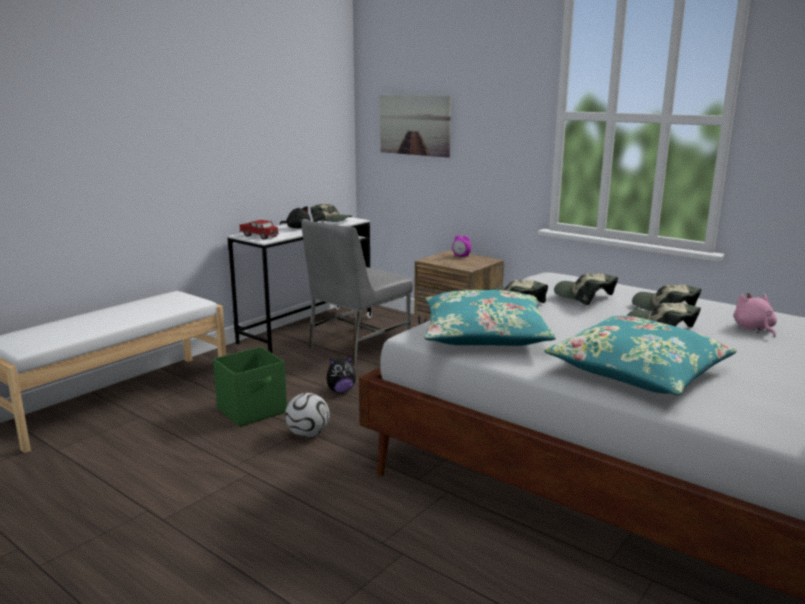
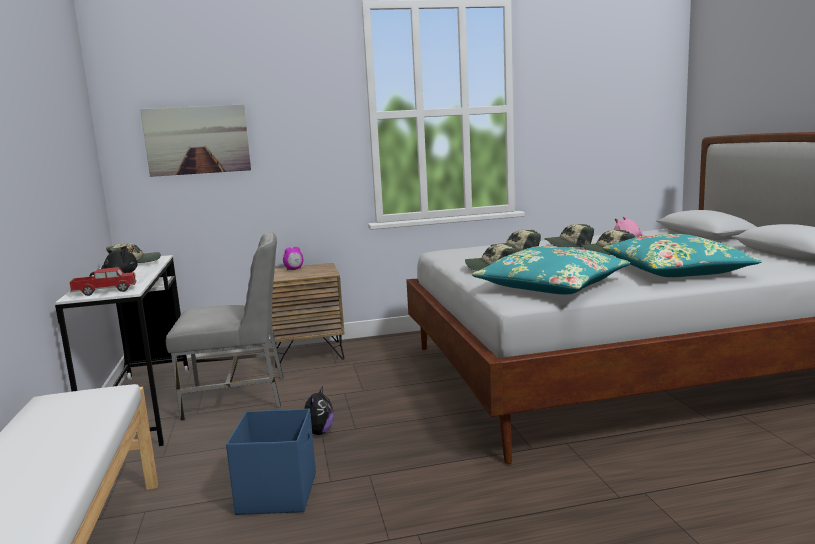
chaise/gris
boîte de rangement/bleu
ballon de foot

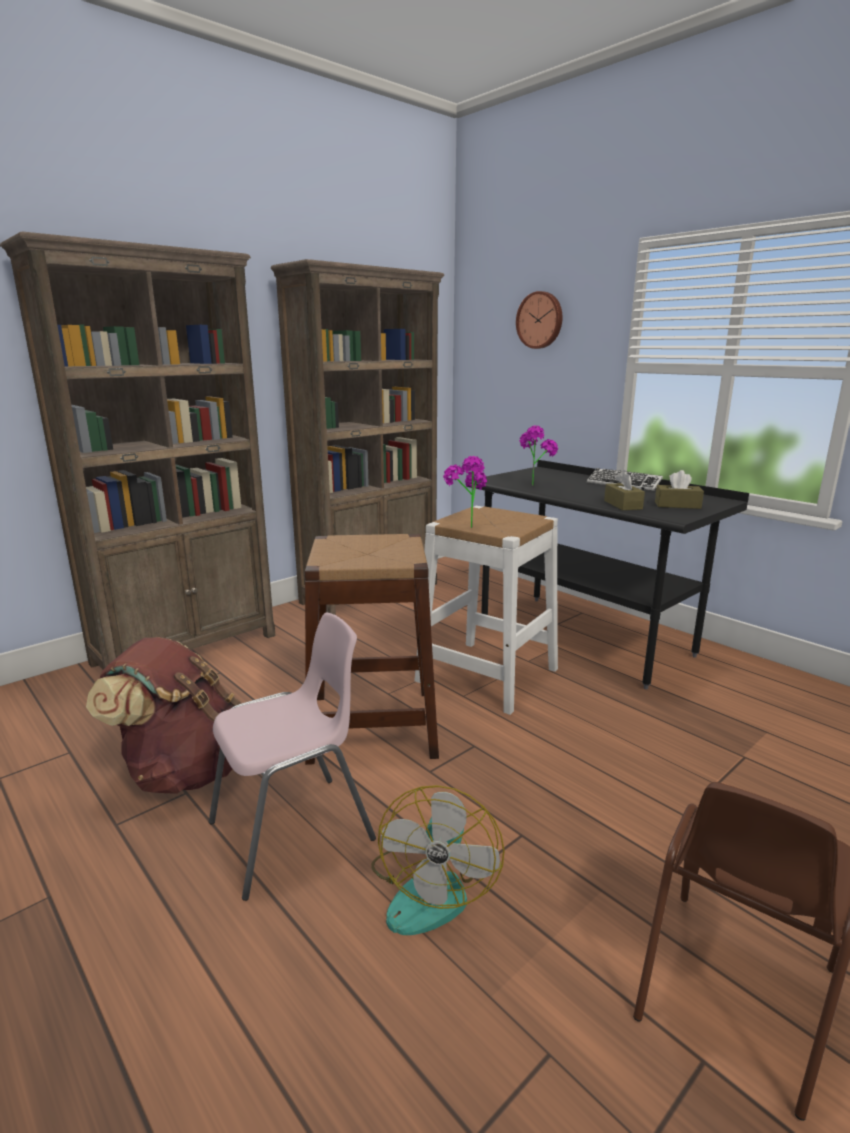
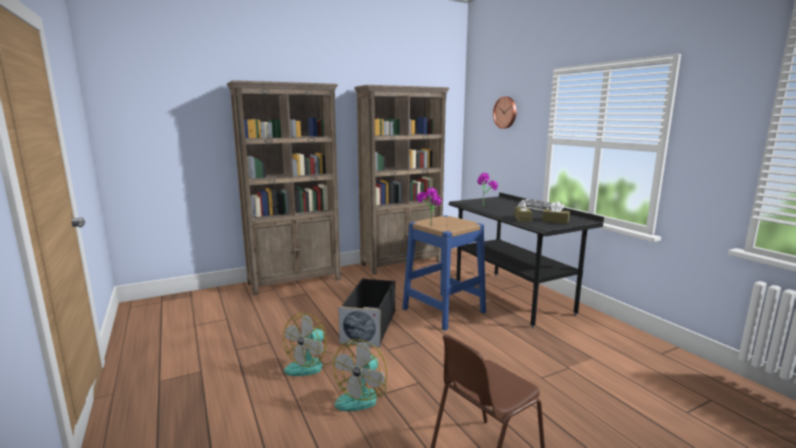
tabouret/bleu
boîte de rangement/noir
ventilateur (1st from left)
sac à dos/marron

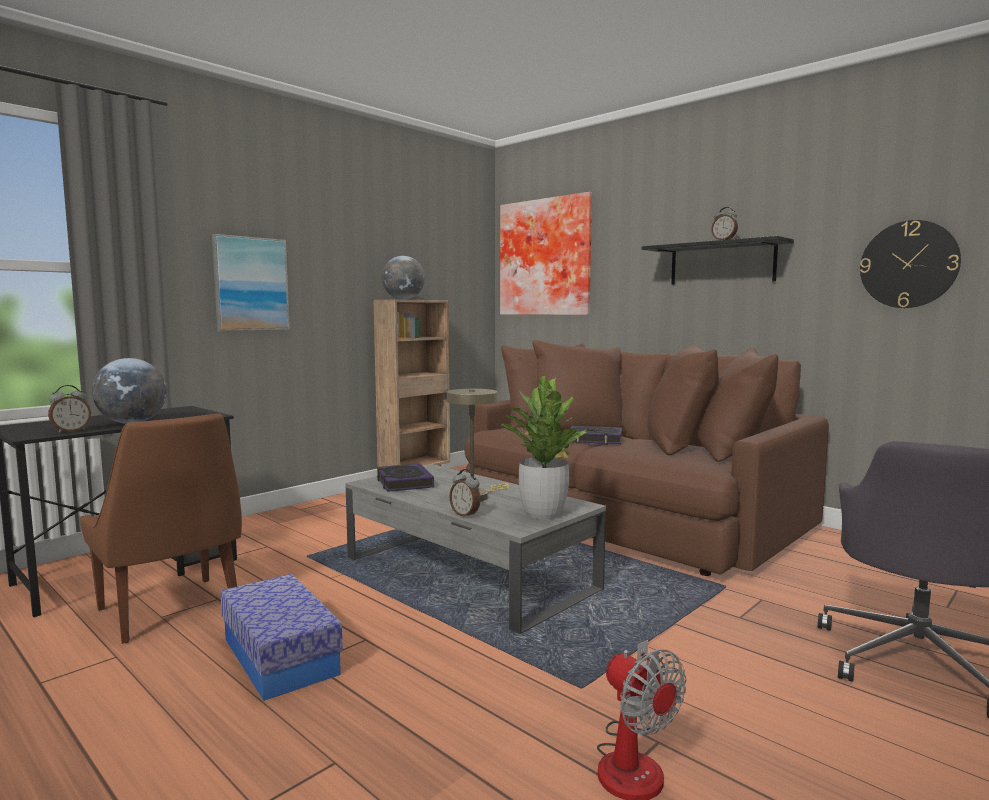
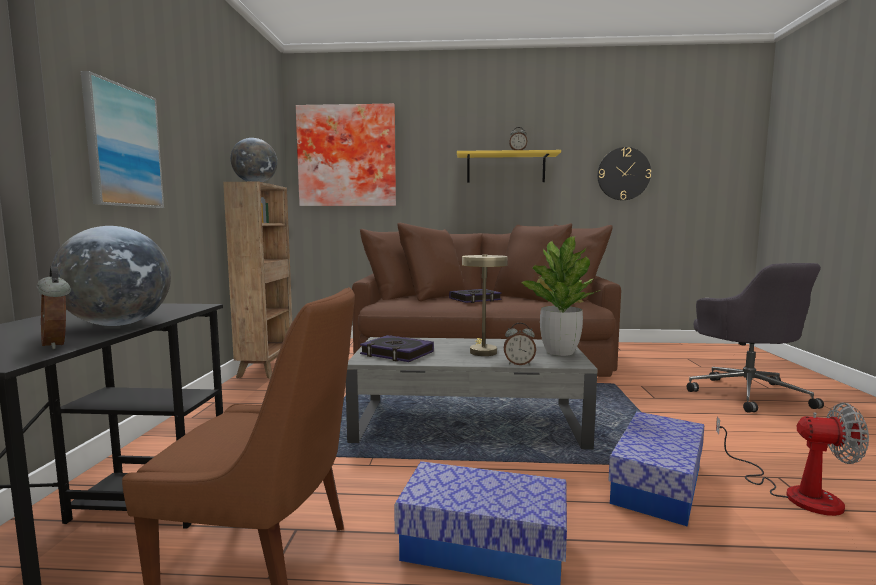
étagère/jaune
réveil (1st from left)
boîte de rangement (2nd from left)

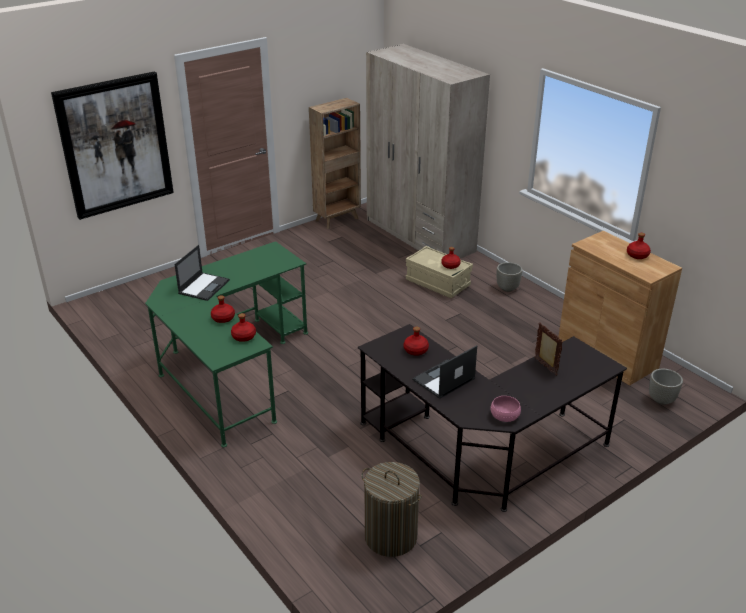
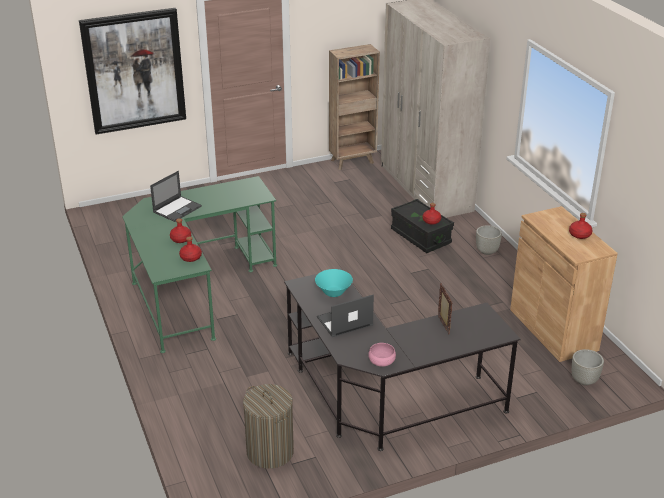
boîte de rangement/noir
bol/turquoise

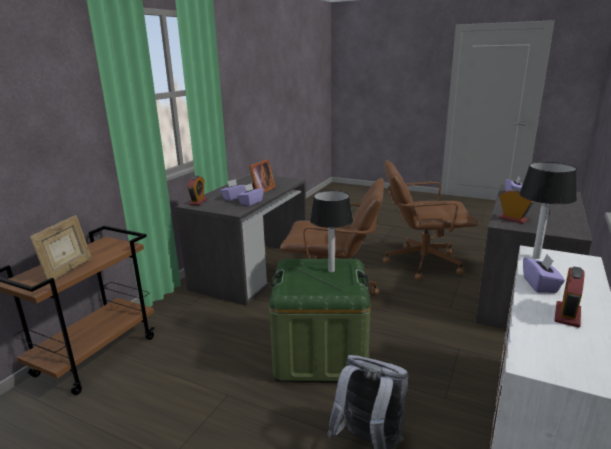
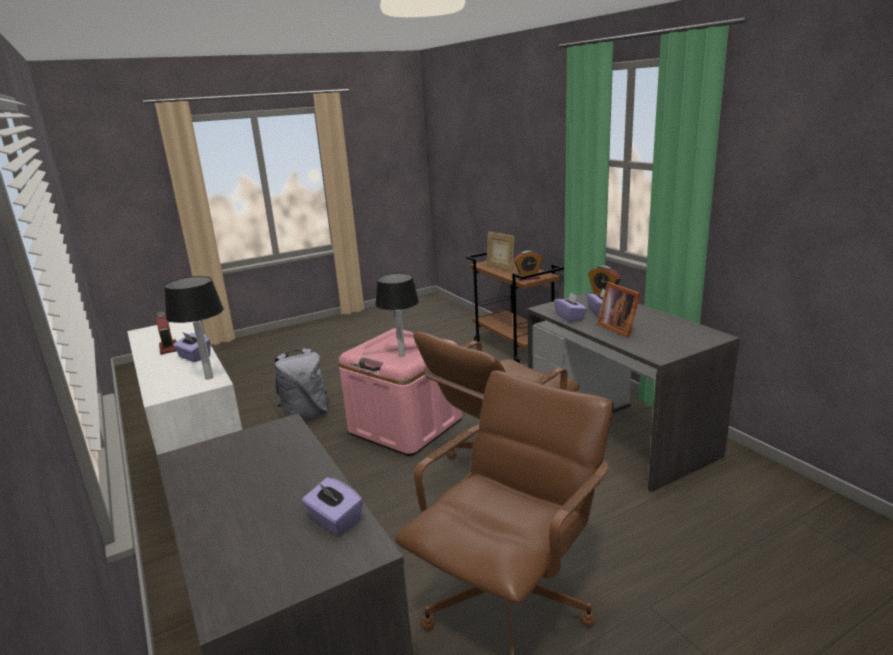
réveil (2nd from left)
boîte de rangement/rose

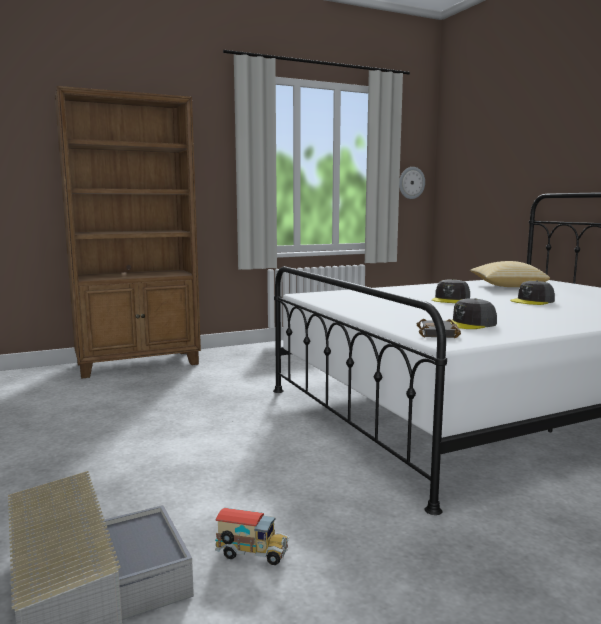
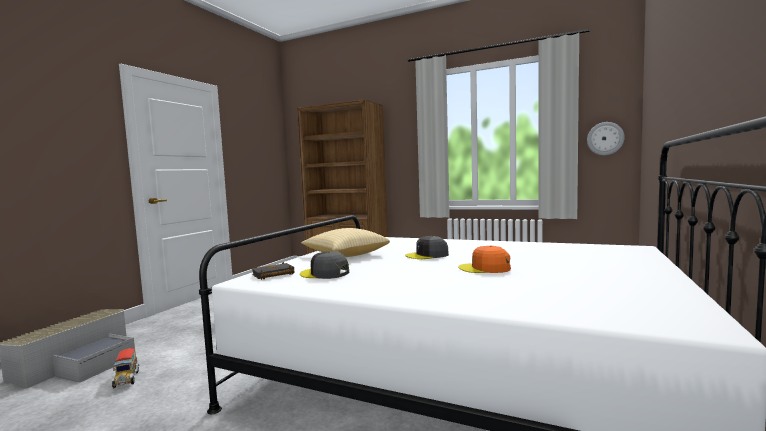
coussin
casquette/orange

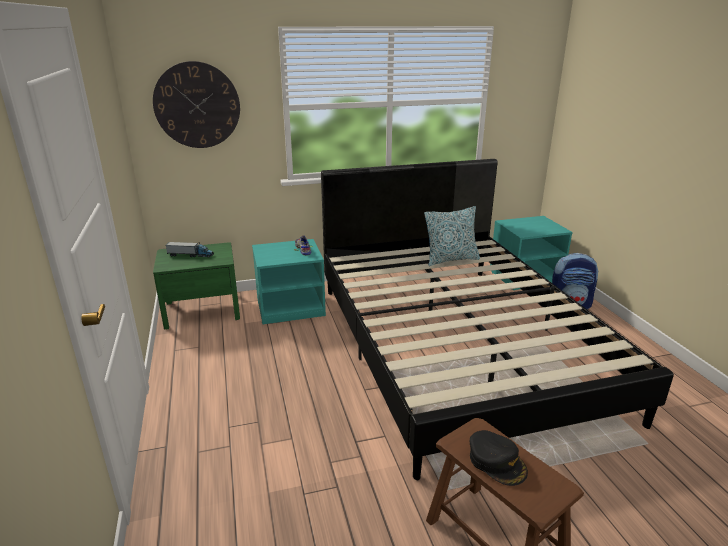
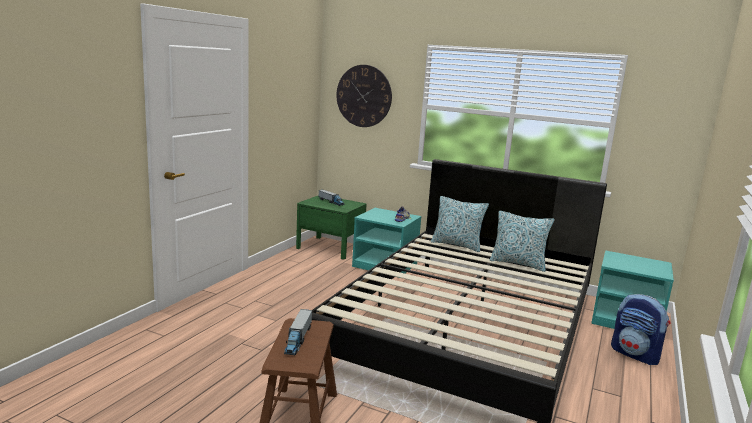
camion jouet (1st from left)
coussin (1st from left)

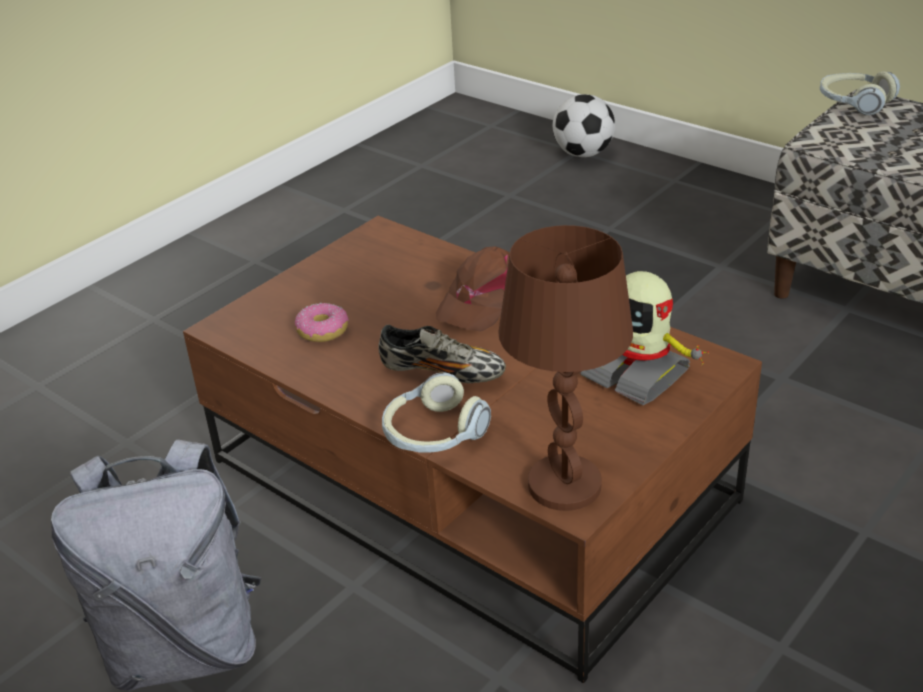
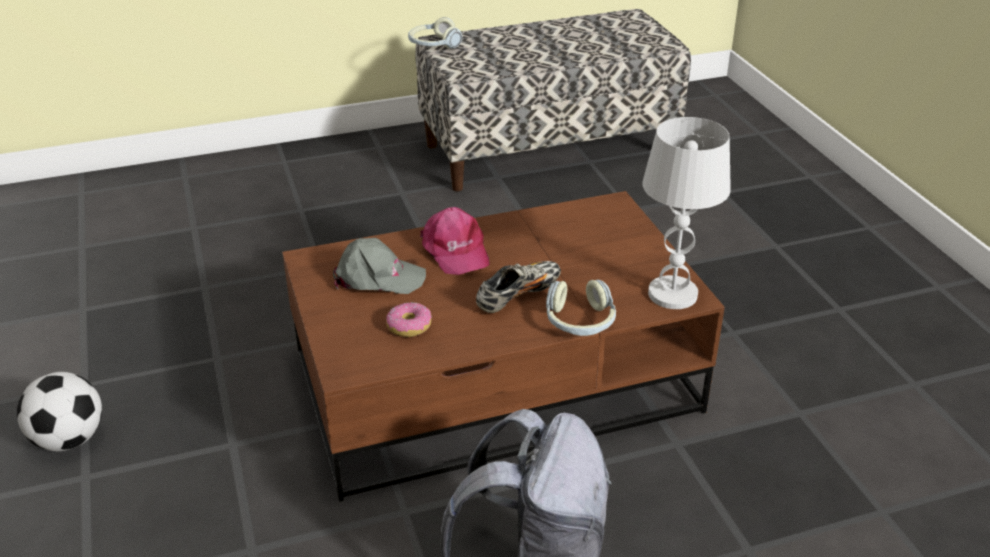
ballon de foot
lampe de table/blanc
casquette/rose
robot jouet
casquette/gris

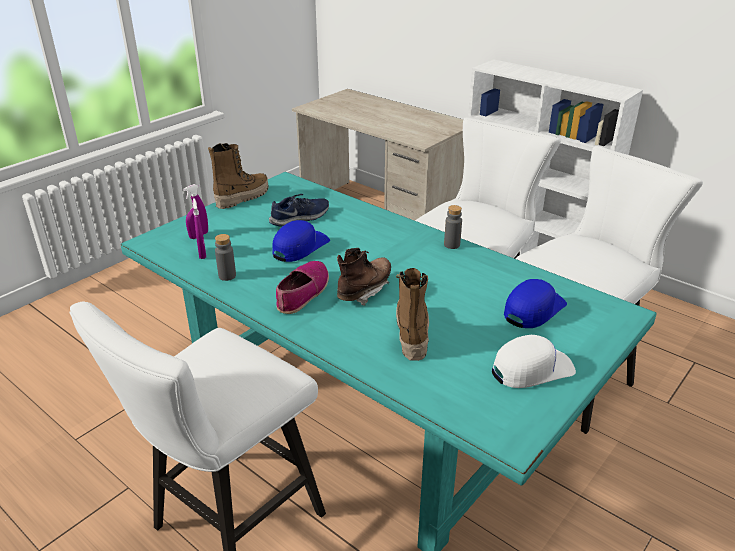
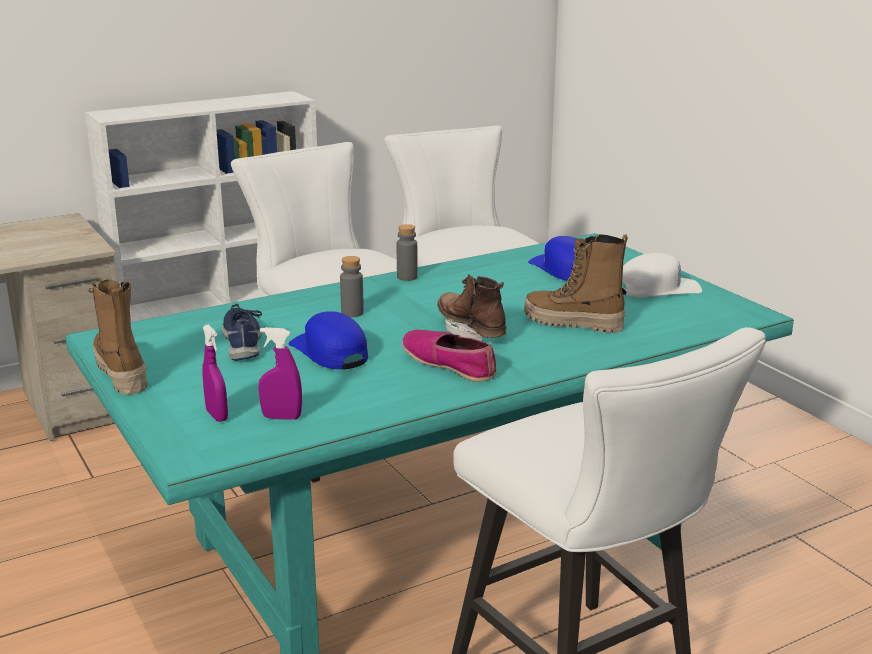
bouteille/gris (1st from left)
casquette/blanc

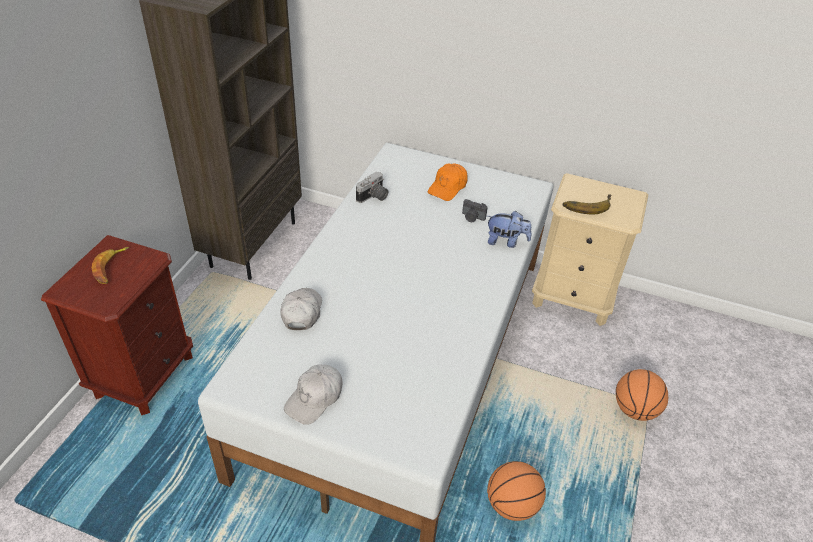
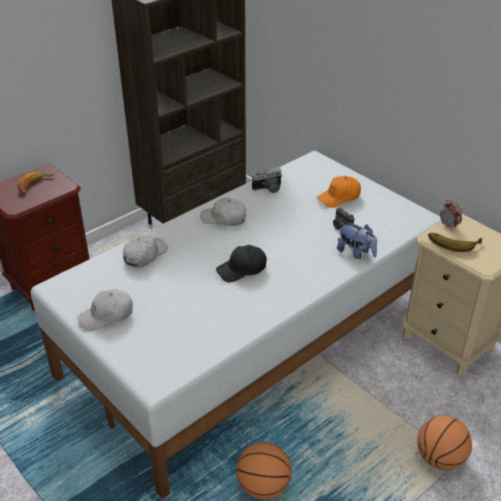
casquette/blanc (3rd from left)
réveil
casquette/noir

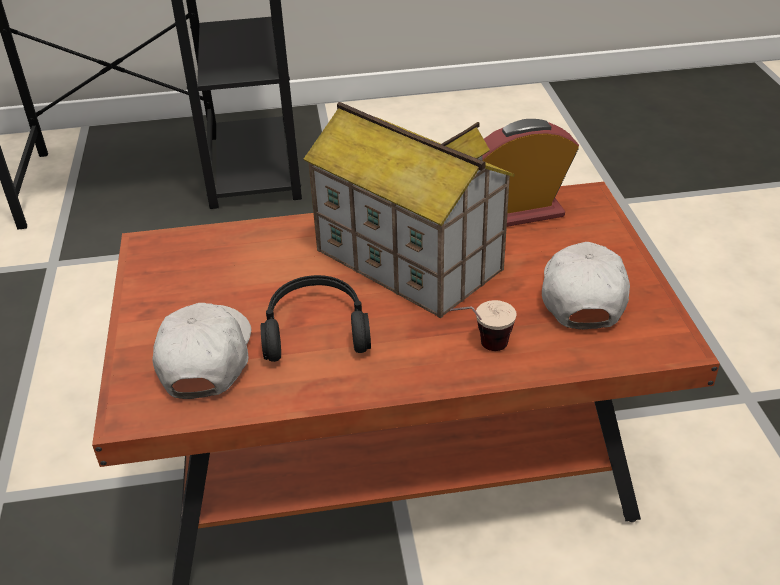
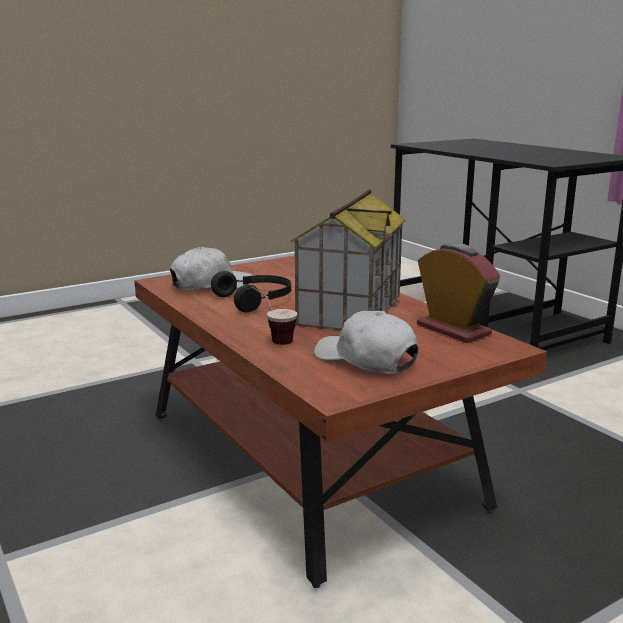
casquette/blanc (2nd from left)

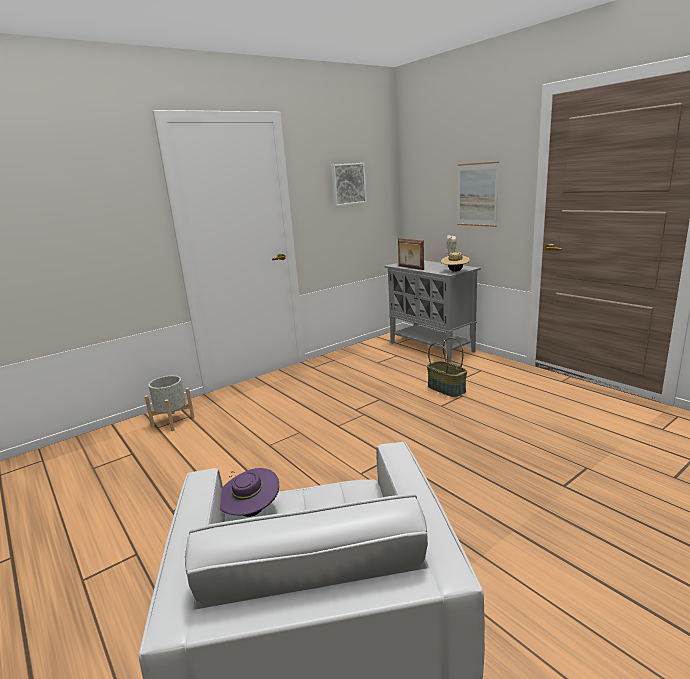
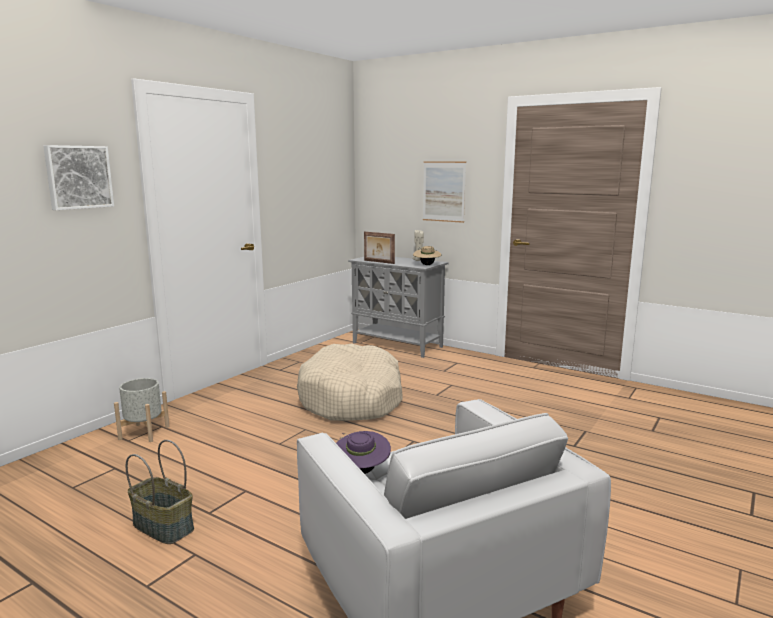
tableau (1st from left)
panier
panier pour chien/beige

